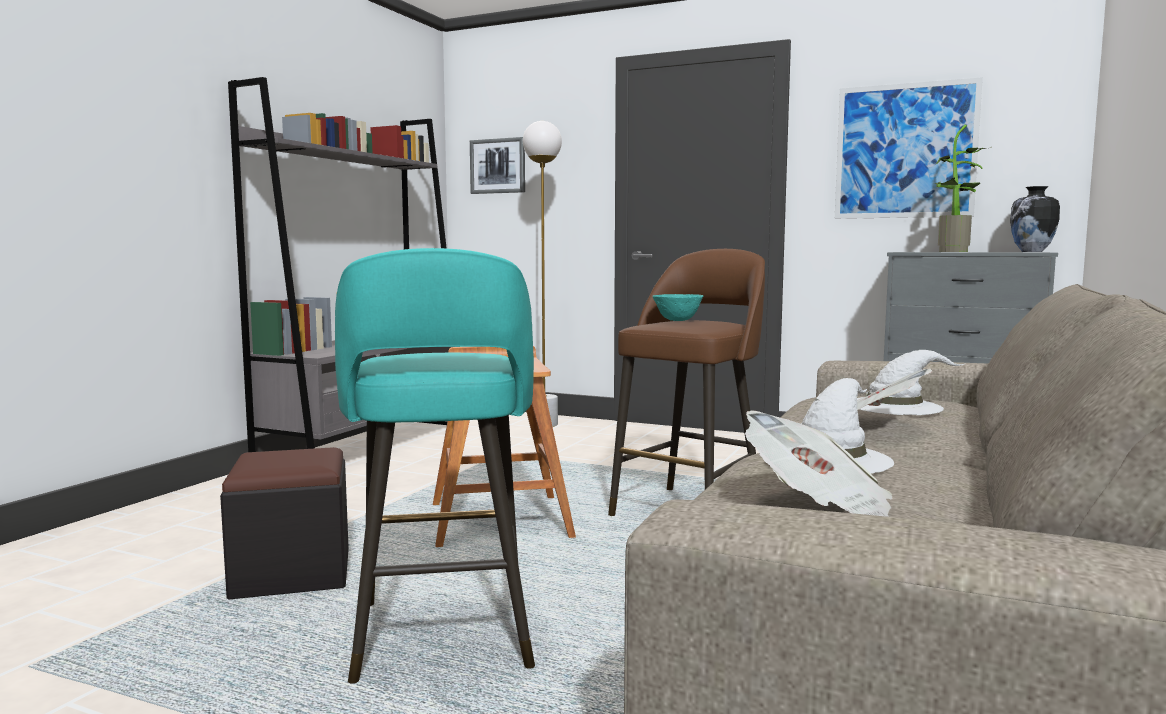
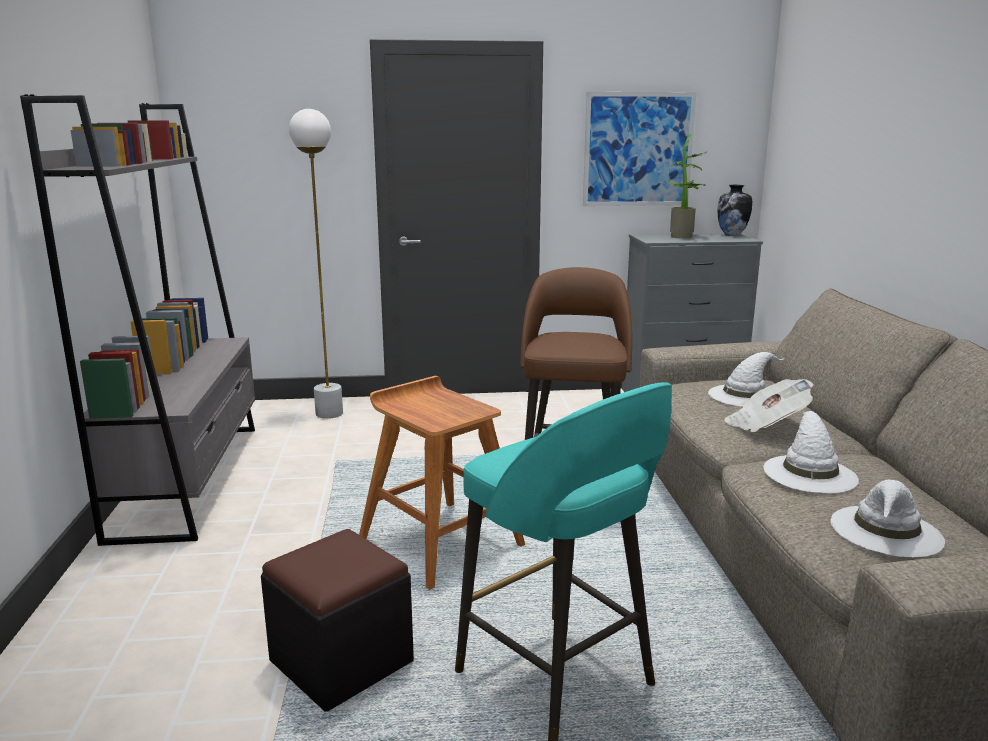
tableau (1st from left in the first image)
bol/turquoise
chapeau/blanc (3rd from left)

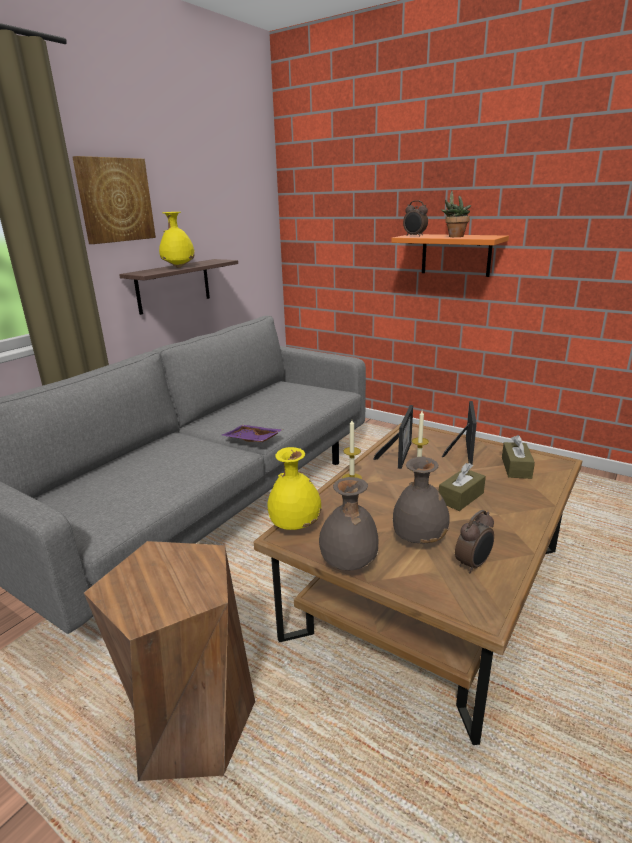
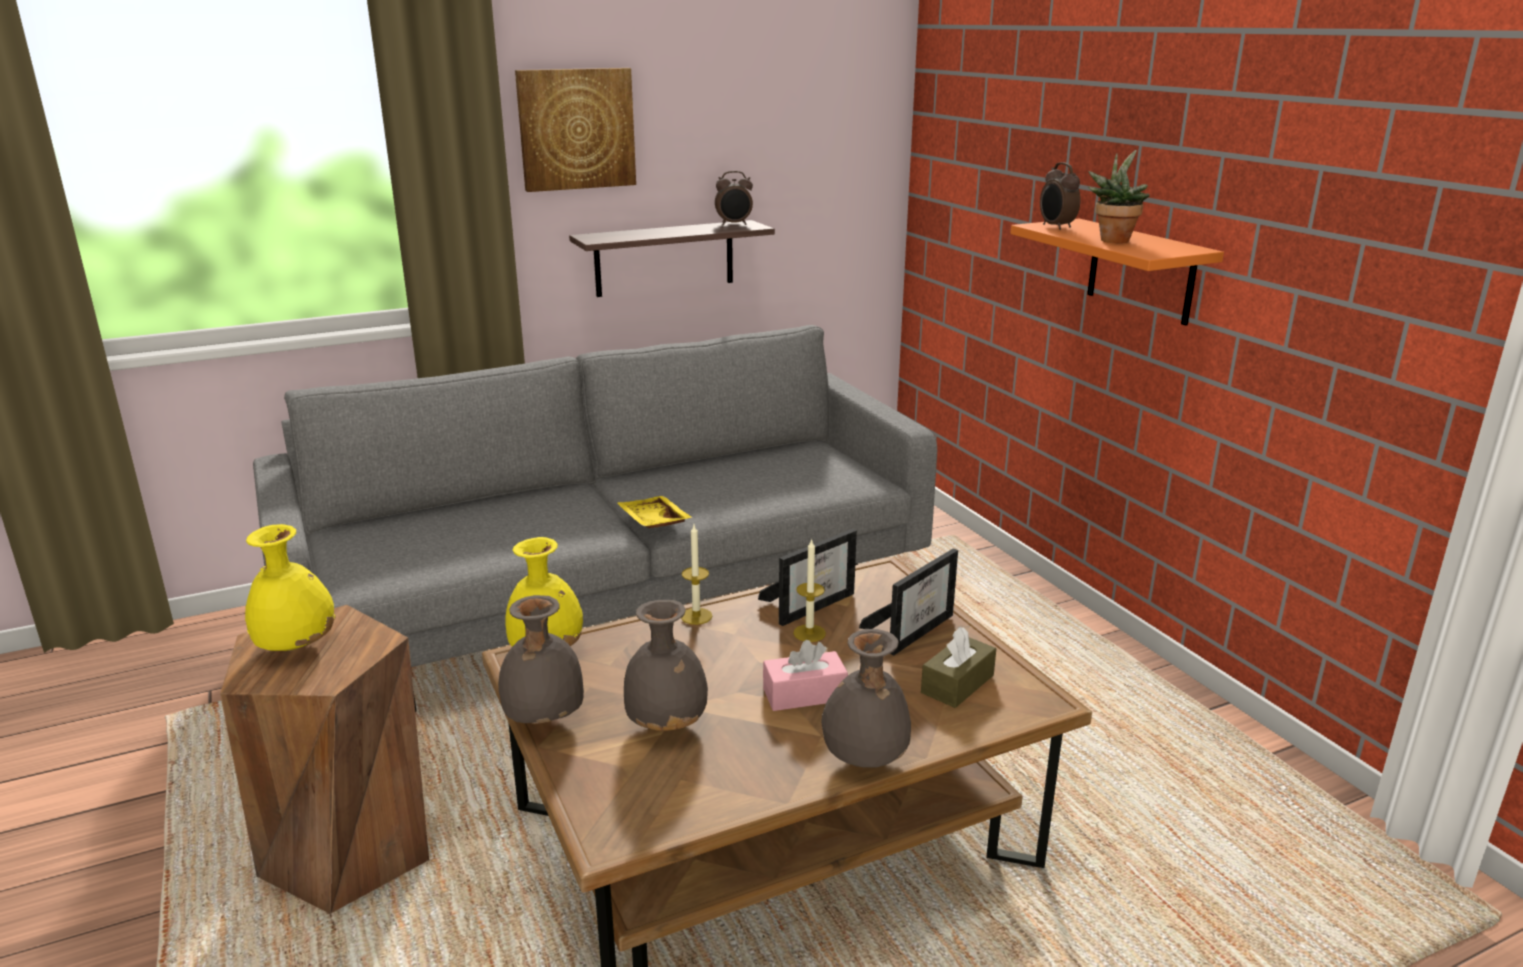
vase/jaune (1st from left)
plateau/jaune
boîte à mouchoirs/rose
réveil (1st from left)
vase/gris (3rd from left)

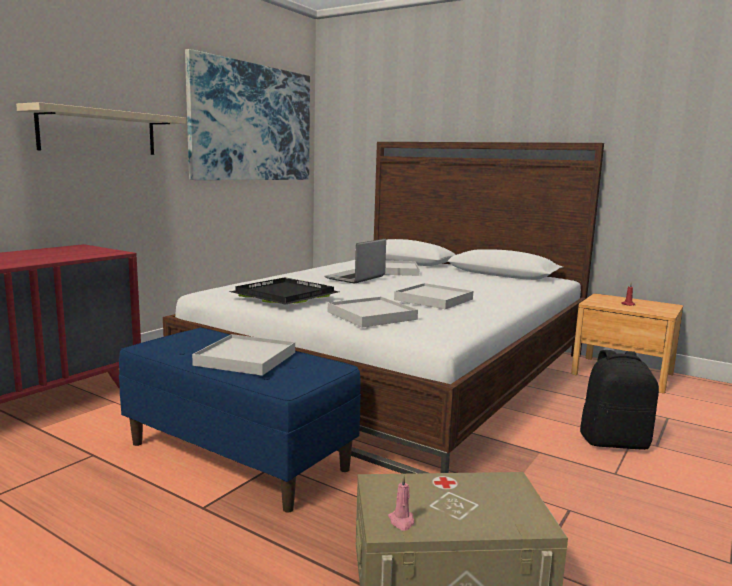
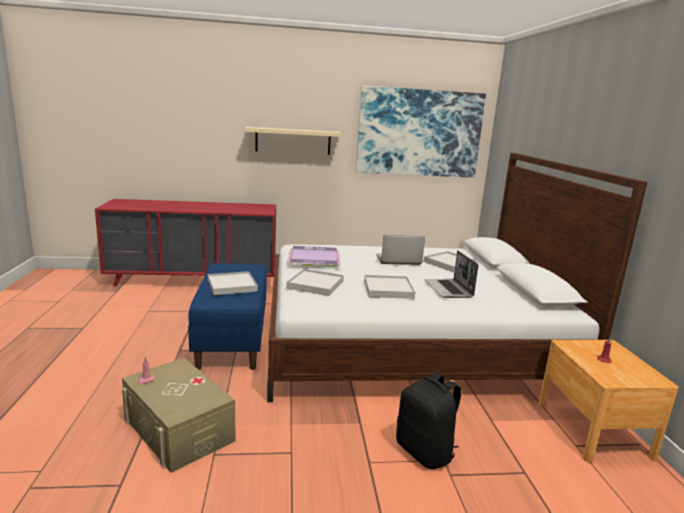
plateau/violet
ordinateur portable (2nd from left)

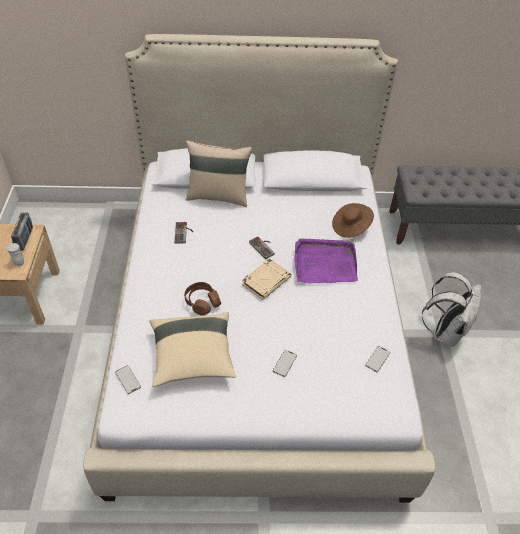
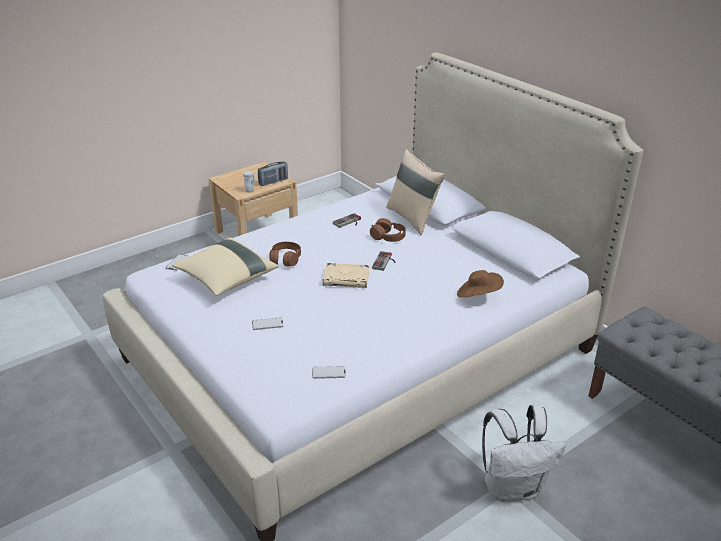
plateau/violet
casque audio/marron (2nd from left)

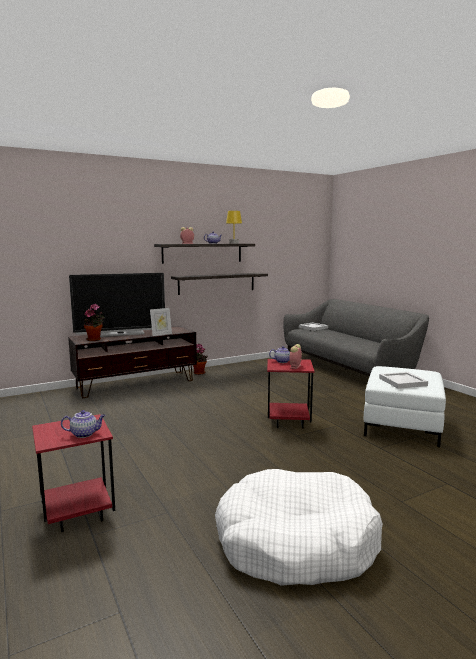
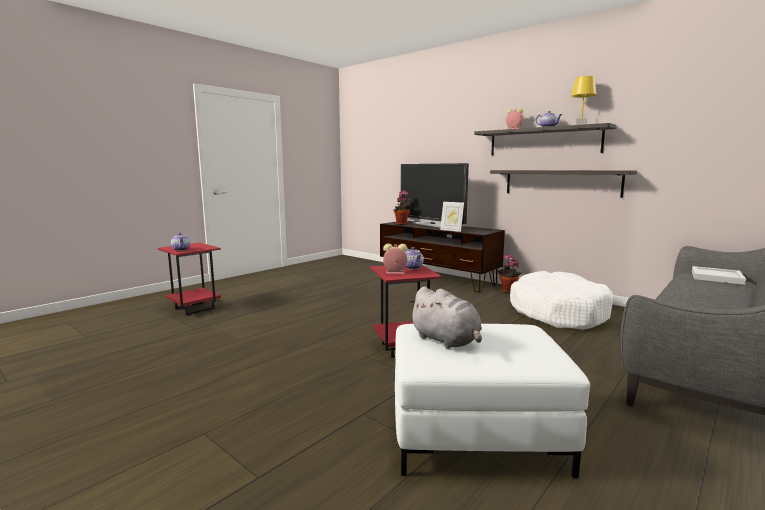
peluche/gris
panier pour chien/blanc

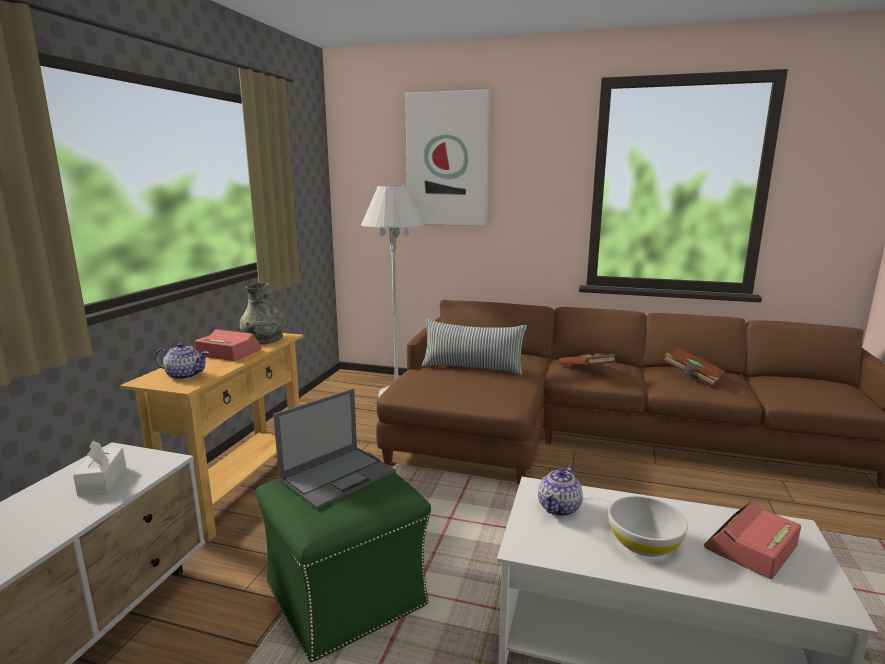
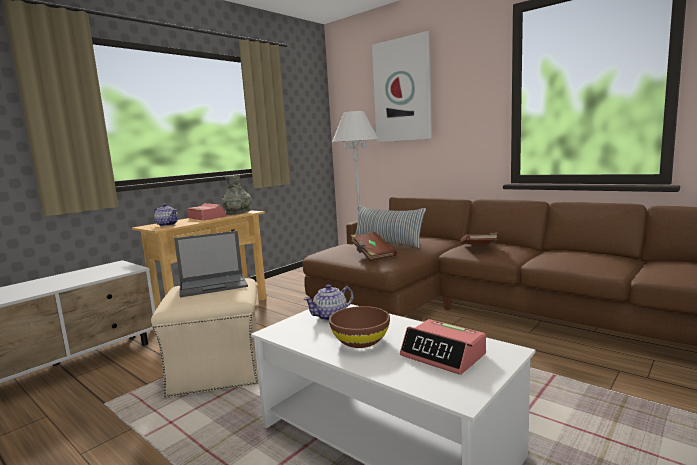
livre/marron (1st from left)
boîte à mouchoirs/blanc
pouf/beige
bol/marron
réveil (2nd from left)

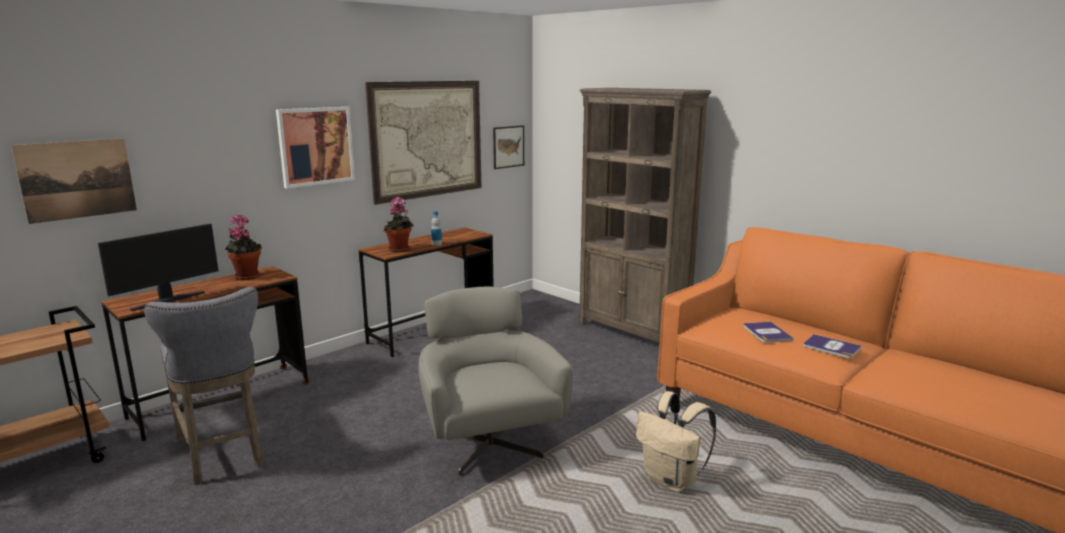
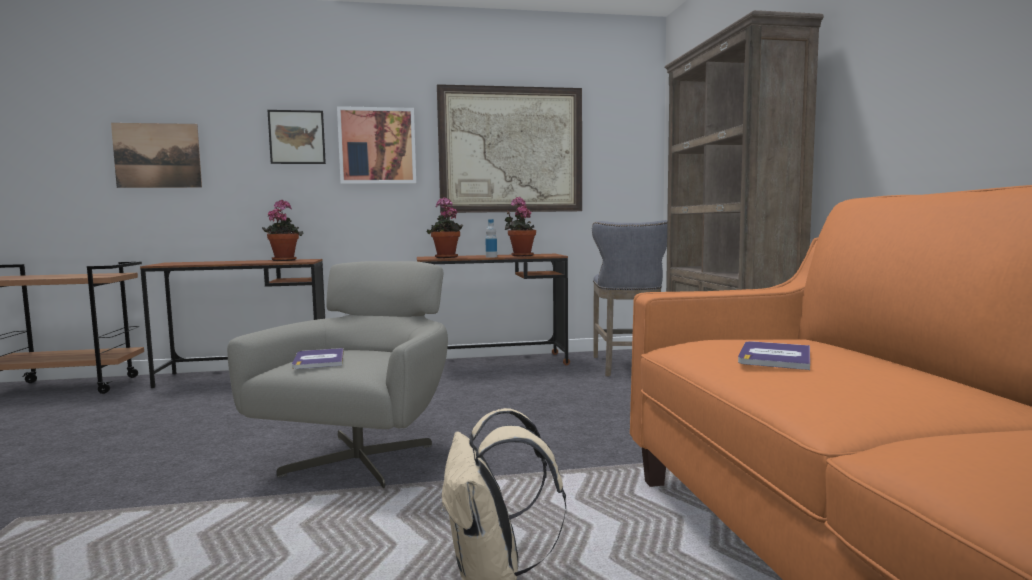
tableau (2nd from left)
écran d'ordinateur
tabouret/gris
livre (1st from left)
plante en pot (3rd from left)

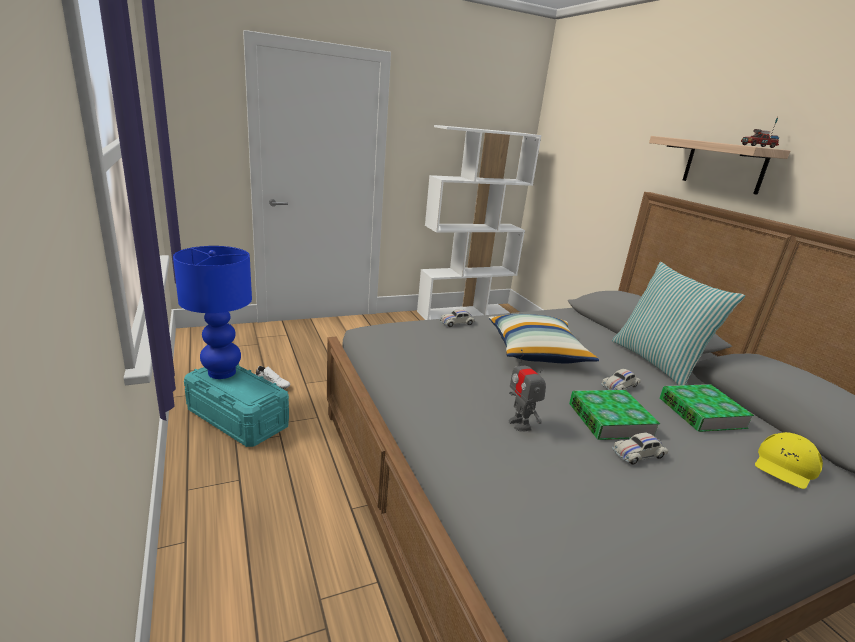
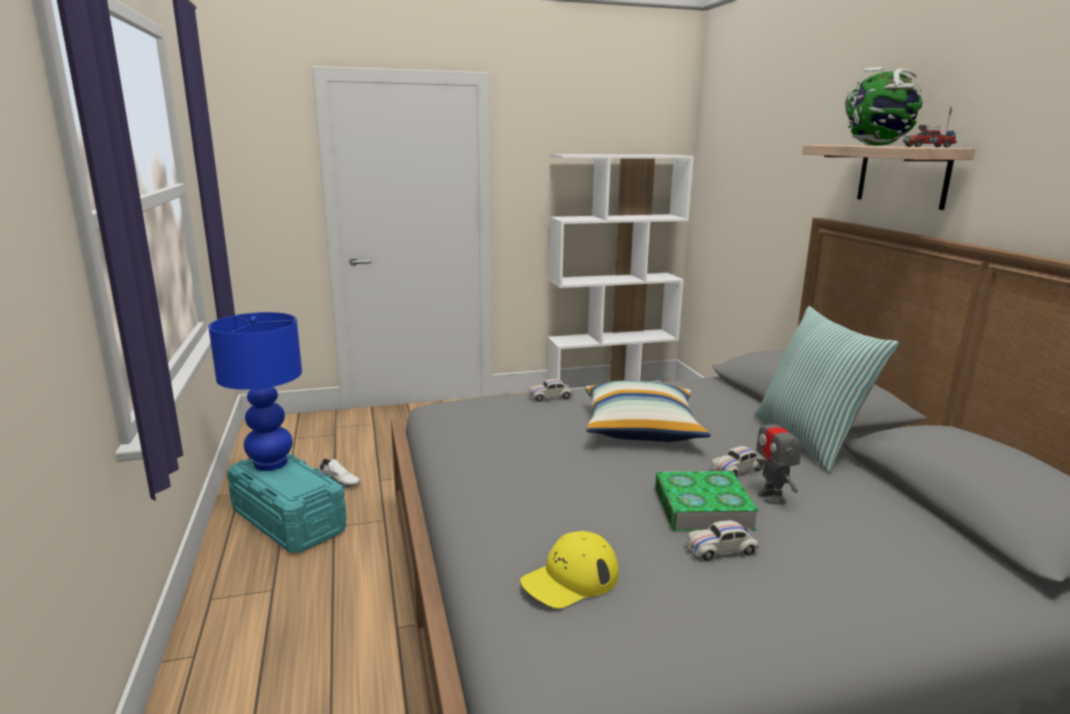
robot jouet
livre (2nd from left in the first image)
casquette/jaune
globe

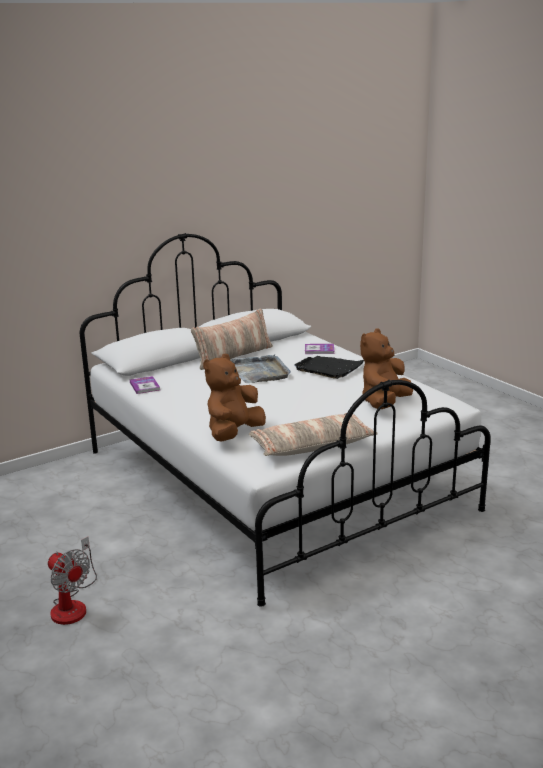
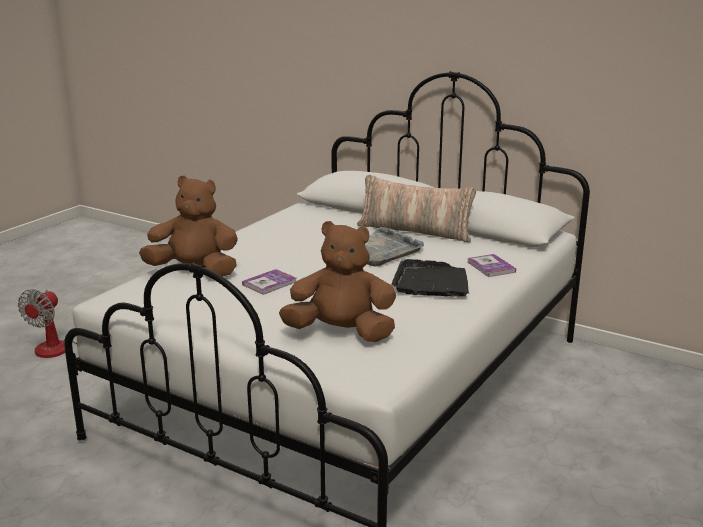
livre (1st from left)
coussin (2nd from left in the first image)

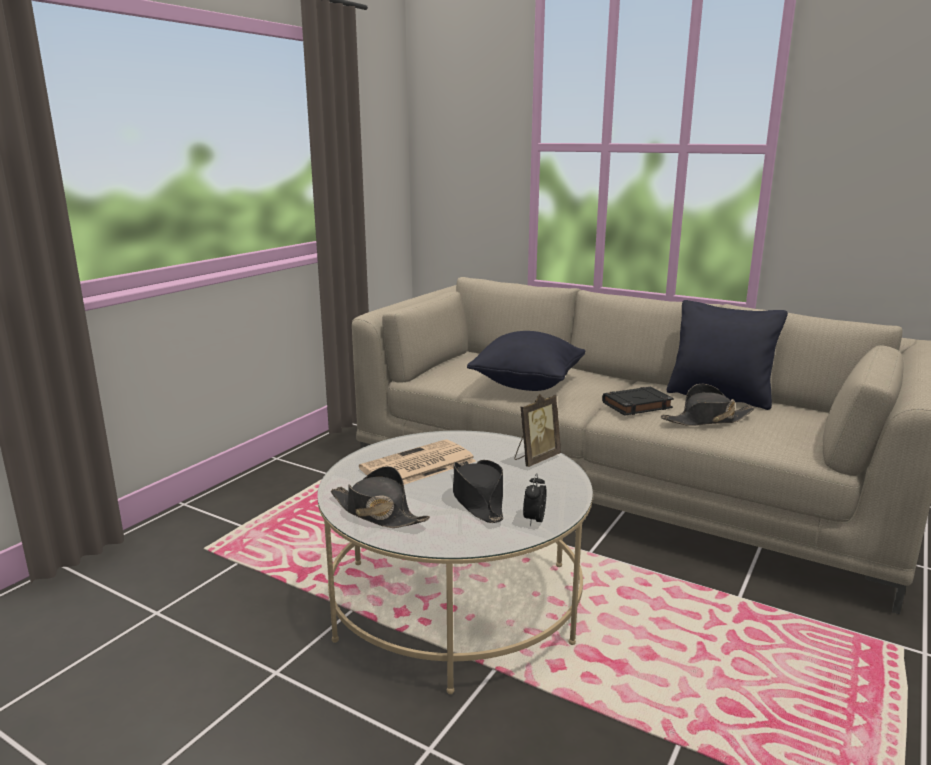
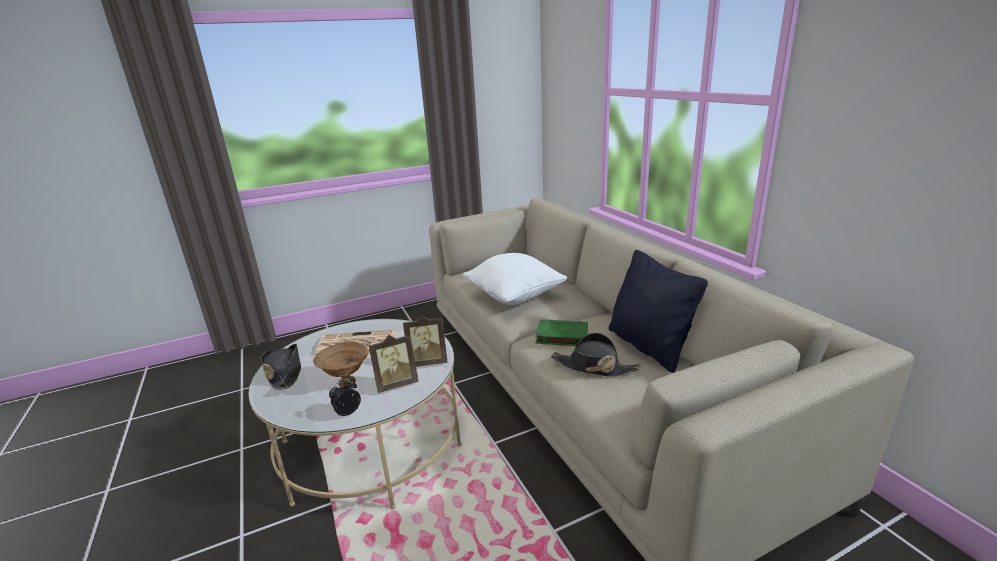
coussin/blanc
livre/vert
bol/marron
cadre photo (1st from left)

